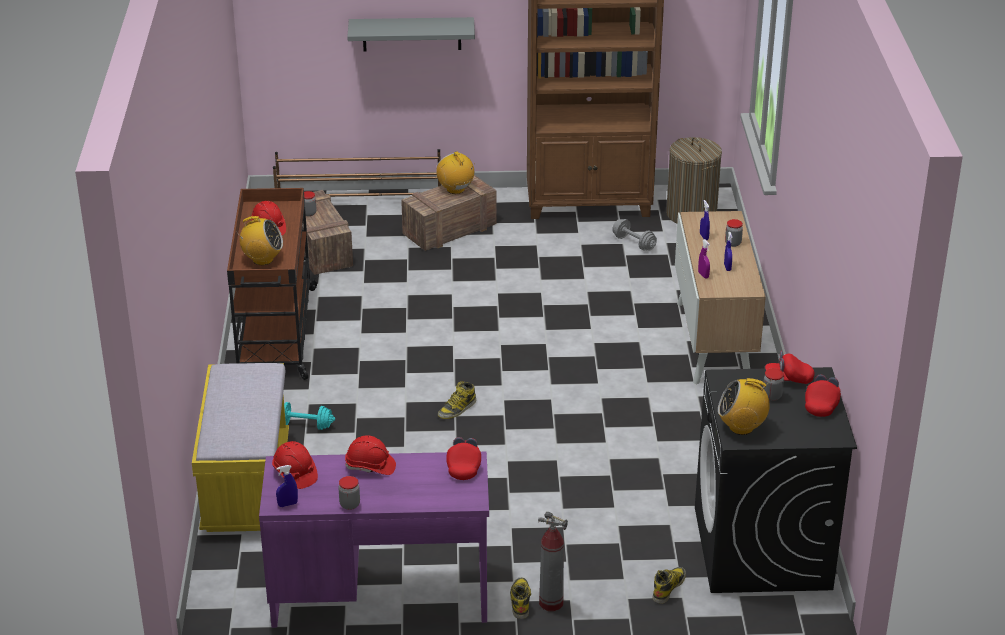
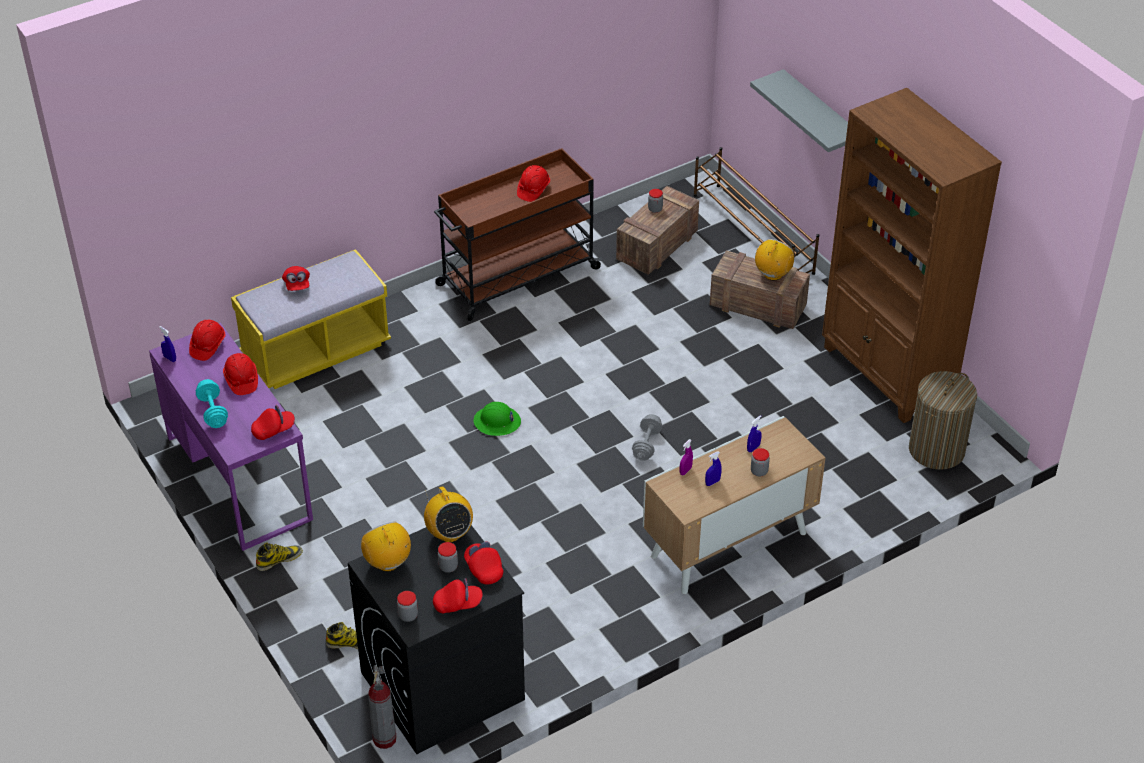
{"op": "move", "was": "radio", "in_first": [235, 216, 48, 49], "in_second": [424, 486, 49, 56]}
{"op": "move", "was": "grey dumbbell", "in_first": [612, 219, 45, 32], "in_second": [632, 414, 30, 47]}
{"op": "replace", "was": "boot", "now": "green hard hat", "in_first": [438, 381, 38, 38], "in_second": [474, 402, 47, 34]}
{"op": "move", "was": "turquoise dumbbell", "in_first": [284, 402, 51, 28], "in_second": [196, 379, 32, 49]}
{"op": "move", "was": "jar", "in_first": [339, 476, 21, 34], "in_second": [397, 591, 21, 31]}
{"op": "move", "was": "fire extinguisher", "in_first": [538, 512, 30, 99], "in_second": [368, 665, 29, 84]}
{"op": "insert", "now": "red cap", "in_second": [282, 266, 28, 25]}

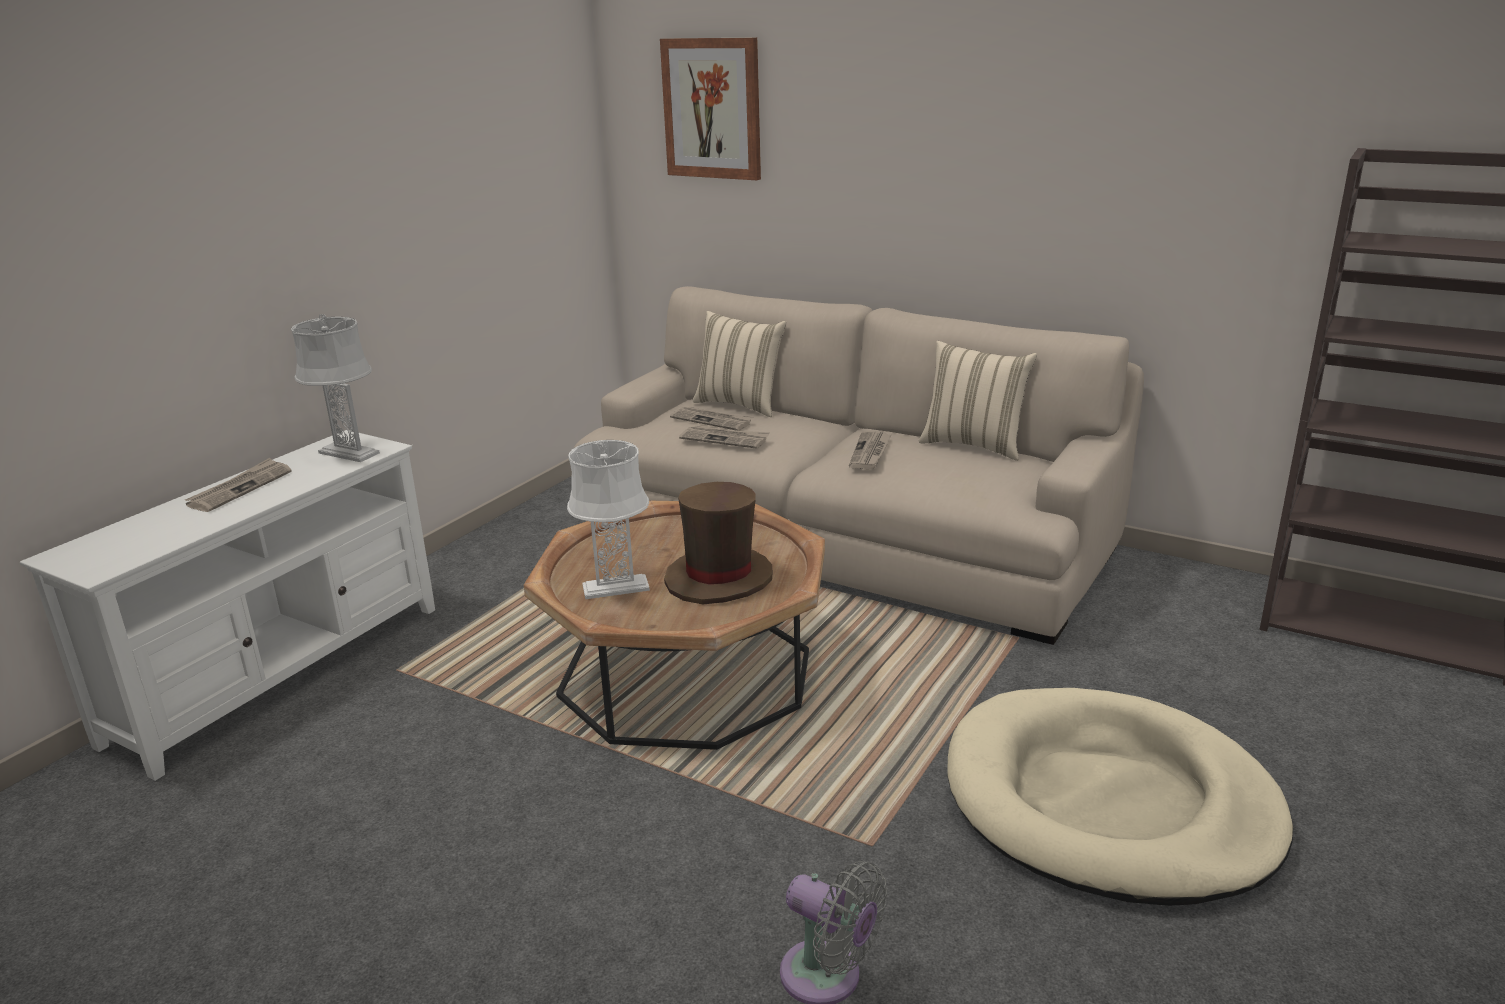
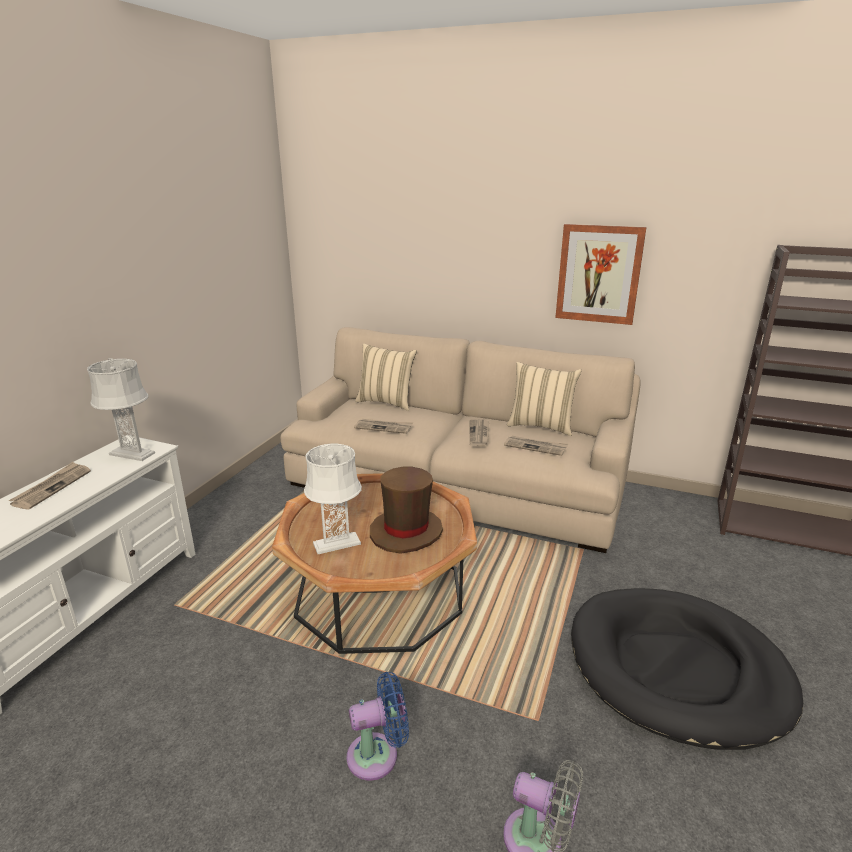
{"op": "move", "was": "picture", "in_first": [660, 37, 101, 143], "in_second": [555, 224, 92, 101]}
{"op": "move", "was": "newspaper", "in_first": [670, 406, 84, 25], "in_second": [504, 436, 64, 20]}
{"op": "recolor", "was": "beige dog bed", "now": "black dog bed", "in_first": [947, 688, 346, 218], "in_second": [571, 588, 232, 162]}
{"op": "insert", "now": "blue fan", "in_second": [346, 672, 63, 109]}

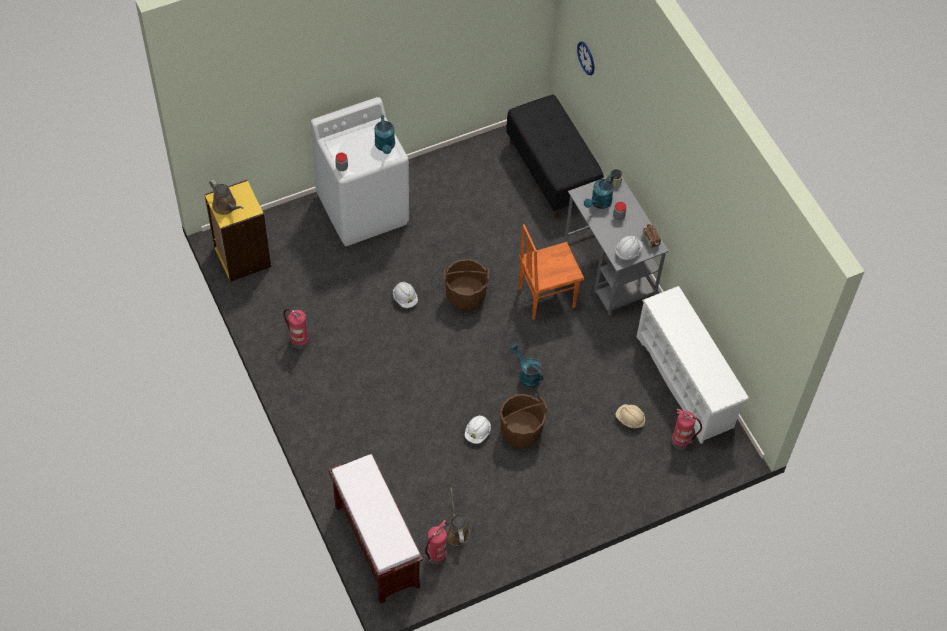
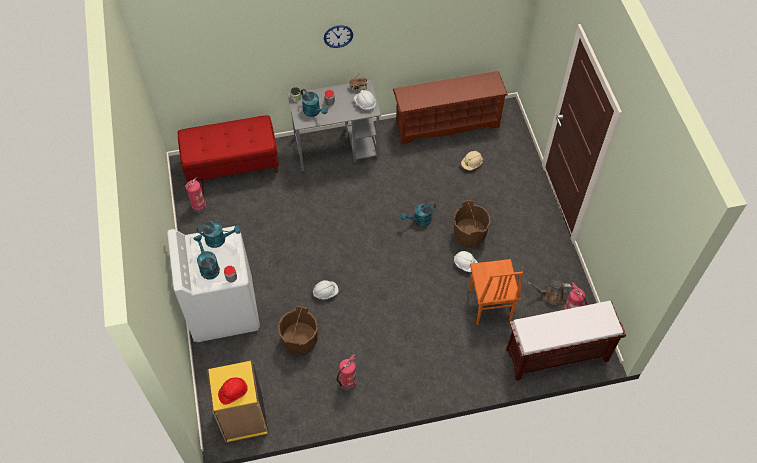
{"op": "move", "was": "wall clock", "in_first": [577, 42, 17, 33], "in_second": [324, 25, 29, 23]}
{"op": "recolor", "was": "black bench", "now": "red bench", "in_first": [506, 95, 98, 123], "in_second": [178, 115, 101, 68]}
{"op": "replace", "was": "brown watering can", "now": "red hard hat", "in_first": [209, 180, 34, 35], "in_second": [218, 377, 30, 28]}
{"op": "move", "was": "orange chair", "in_first": [519, 224, 65, 96], "in_second": [469, 259, 54, 66]}
{"op": "move", "was": "brown bucket", "in_first": [444, 259, 45, 52], "in_second": [278, 306, 40, 49]}
{"op": "recolor", "was": "white shoe rack", "now": "brown shoe rack", "in_first": [636, 286, 113, 158], "in_second": [393, 71, 115, 74]}
{"op": "move", "was": "fire extinguisher", "in_first": [671, 408, 31, 42], "in_second": [184, 177, 22, 36]}
{"op": "insert", "now": "turquoise watering can", "in_second": [194, 235, 26, 44]}

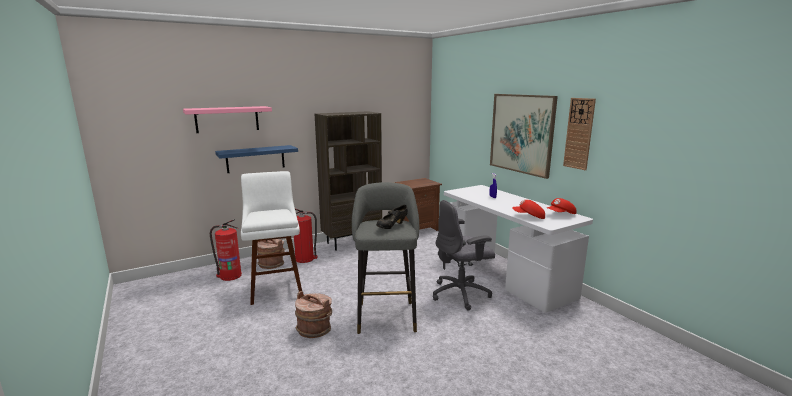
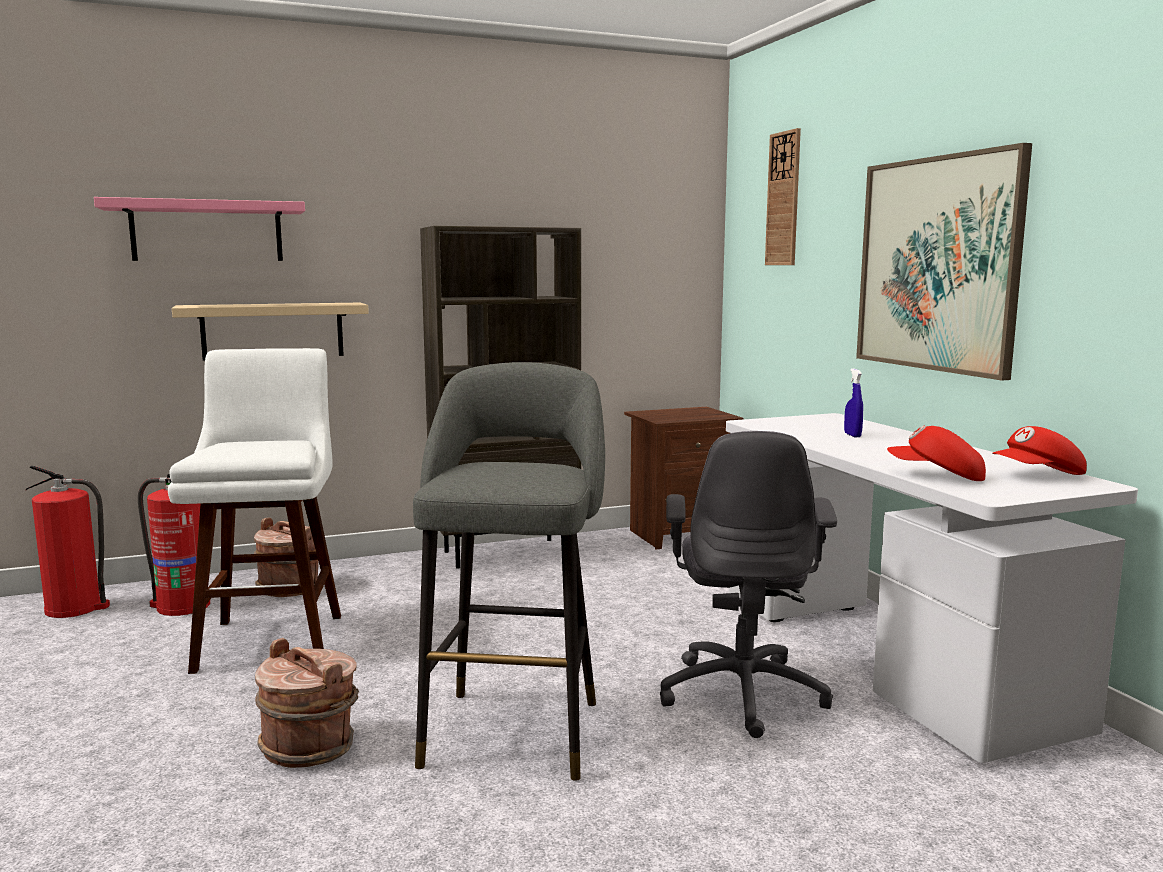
{"op": "move", "was": "wall clock", "in_first": [563, 98, 33, 72], "in_second": [765, 128, 36, 137]}
{"op": "recolor", "was": "blue shelf", "now": "beige shelf", "in_first": [215, 145, 83, 28], "in_second": [172, 303, 197, 58]}
{"op": "rotate", "was": "grey office chair", "in_first": [433, 200, 62, 110], "in_second": [660, 431, 177, 307], "clockwise": -75}
{"op": "delete", "was": "black shoe", "in_first": [376, 205, 32, 24]}
{"op": "move", "was": "fire extinguisher", "in_first": [294, 209, 23, 54], "in_second": [26, 466, 84, 152]}

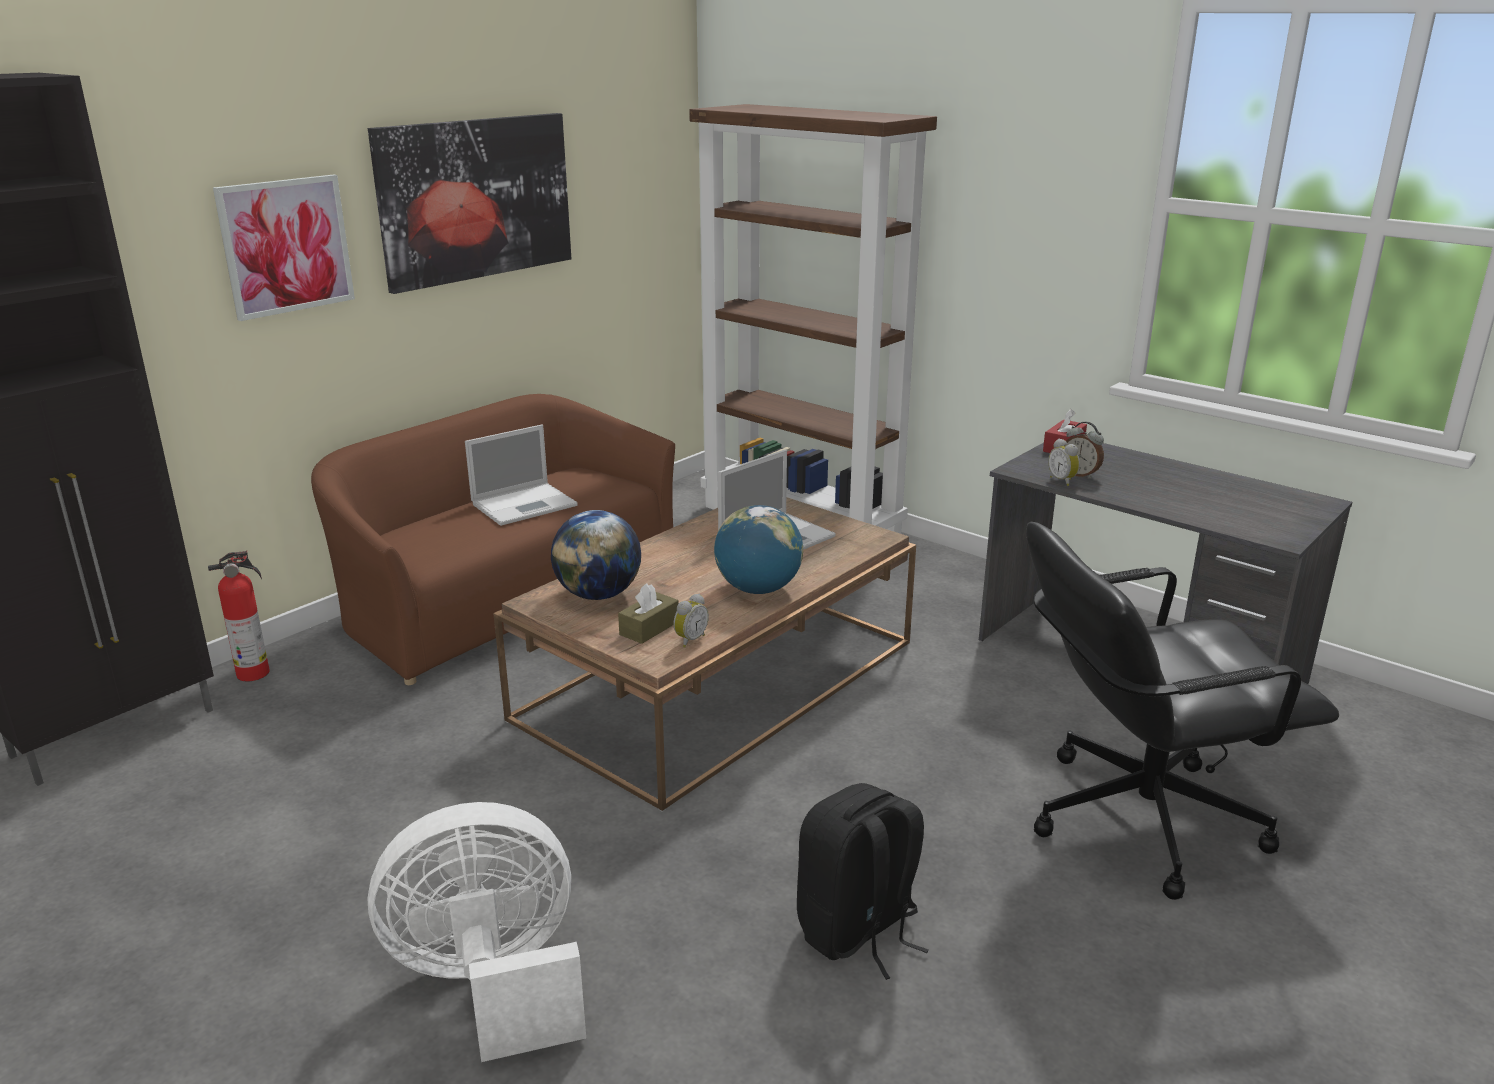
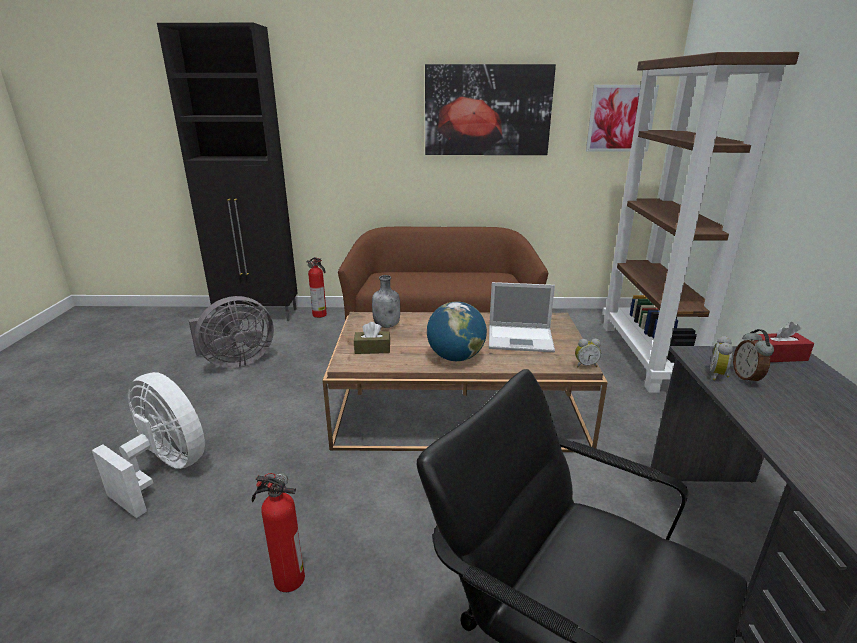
{"op": "move", "was": "picture", "in_first": [213, 174, 142, 147], "in_second": [586, 85, 73, 67]}
{"op": "delete", "was": "laptop", "in_first": [465, 425, 113, 101]}
{"op": "replace", "was": "globe", "now": "grey bottle", "in_first": [551, 510, 90, 90], "in_second": [372, 275, 28, 53]}
{"op": "move", "was": "alarm clock", "in_first": [673, 594, 36, 53], "in_second": [575, 339, 26, 28]}
{"op": "replace", "was": "black backpack", "now": "fire extinguisher", "in_first": [797, 783, 132, 197], "in_second": [252, 473, 53, 119]}
{"op": "insert", "now": "grey fan", "in_second": [188, 296, 86, 73]}

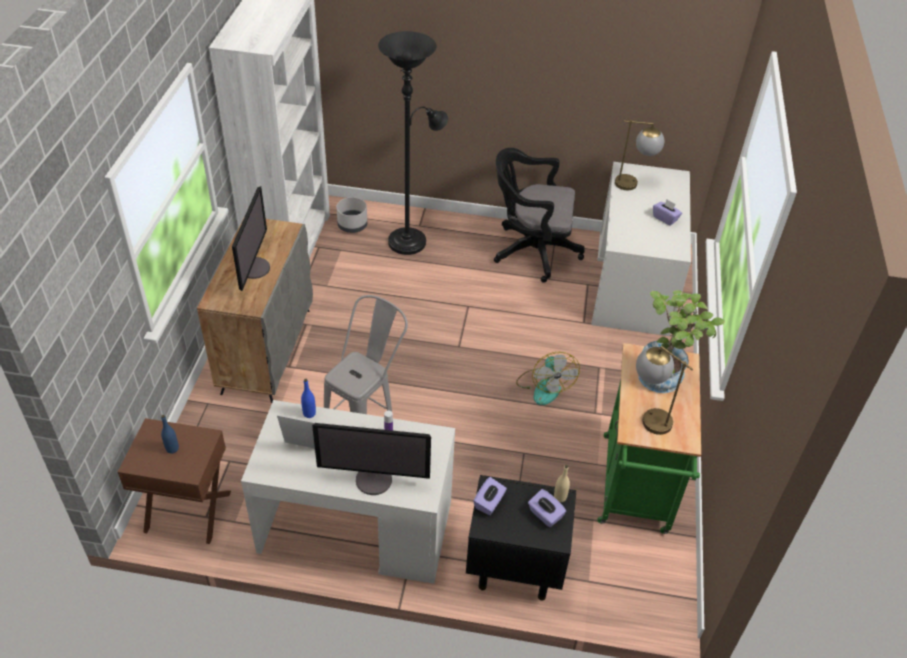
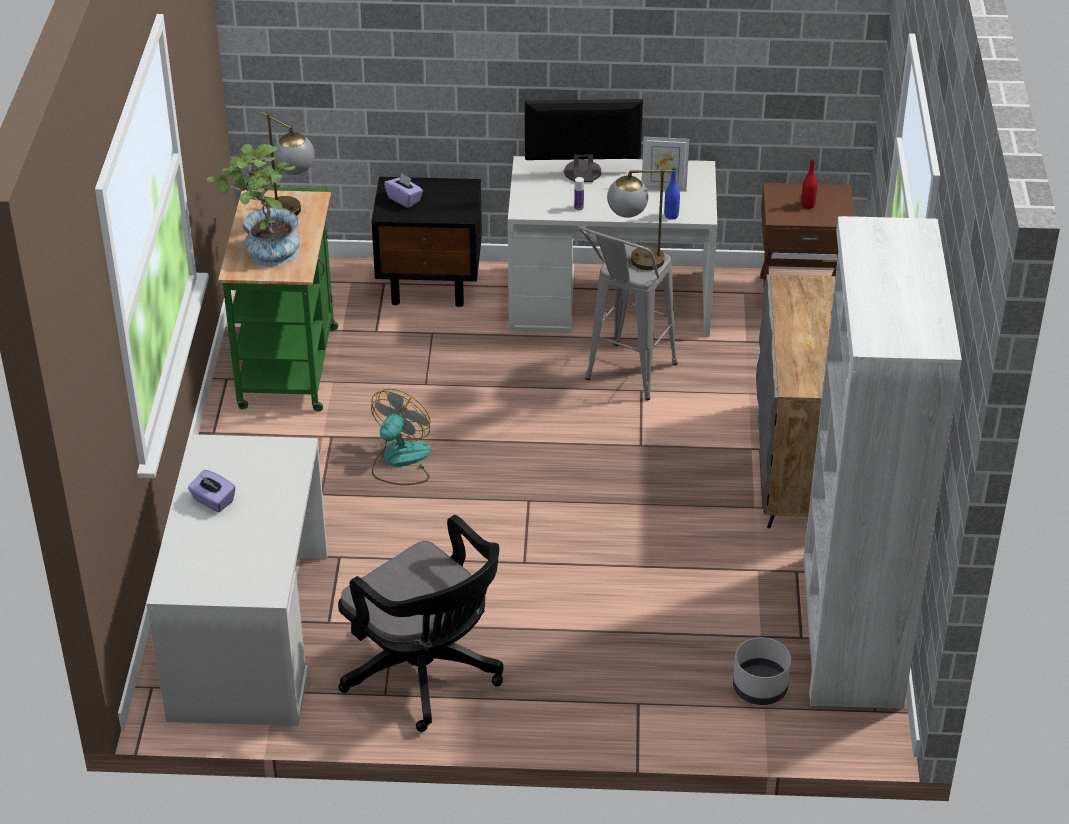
{"op": "delete", "was": "black floor lamp", "in_first": [378, 31, 70, 224]}
{"op": "move", "was": "table lamp", "in_first": [615, 120, 49, 70], "in_second": [607, 169, 66, 101]}
{"op": "rotate", "was": "black office chair", "in_first": [494, 148, 91, 135], "in_second": [338, 515, 165, 217], "clockwise": 45}
{"op": "delete", "was": "monitor", "in_first": [232, 186, 38, 105]}
{"op": "rotate", "was": "fan", "in_first": [516, 352, 64, 53], "in_second": [371, 389, 60, 96], "clockwise": 45}
{"op": "recolor", "was": "blue bottle", "now": "red bottle", "in_first": [161, 415, 18, 39], "in_second": [801, 158, 16, 51]}
{"op": "delete", "was": "beige bottle", "in_first": [554, 465, 16, 37]}
{"op": "delete", "was": "purple tissue box", "in_first": [473, 477, 34, 38]}

